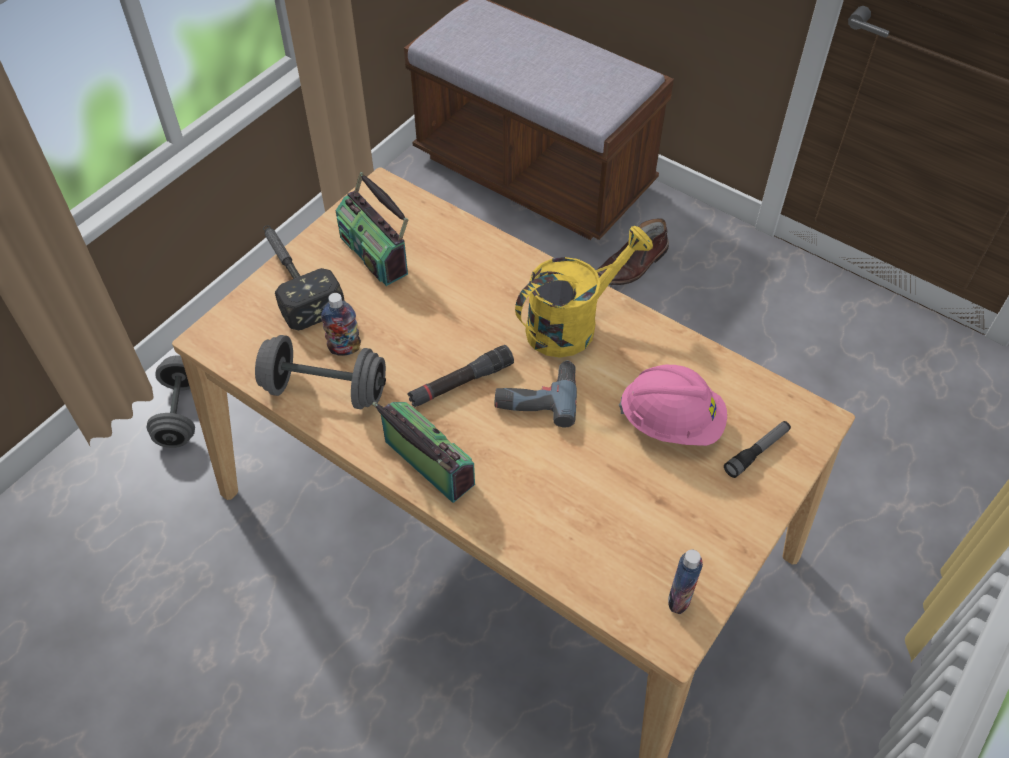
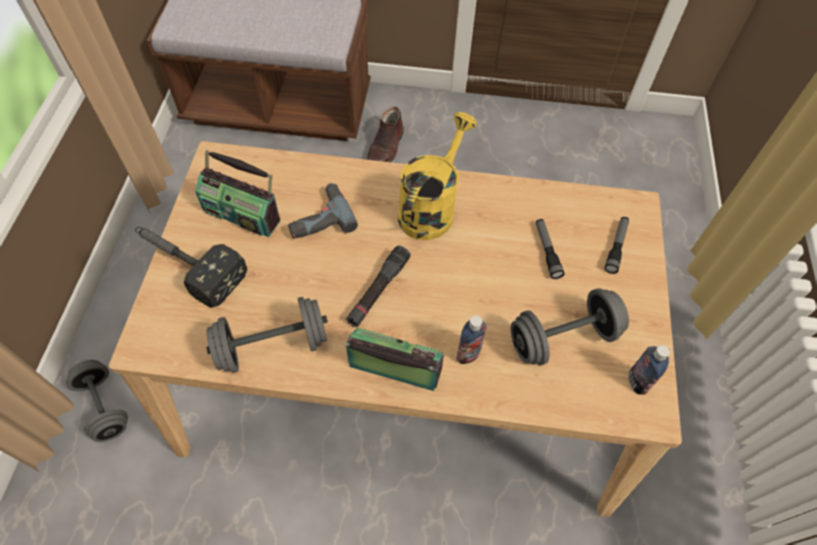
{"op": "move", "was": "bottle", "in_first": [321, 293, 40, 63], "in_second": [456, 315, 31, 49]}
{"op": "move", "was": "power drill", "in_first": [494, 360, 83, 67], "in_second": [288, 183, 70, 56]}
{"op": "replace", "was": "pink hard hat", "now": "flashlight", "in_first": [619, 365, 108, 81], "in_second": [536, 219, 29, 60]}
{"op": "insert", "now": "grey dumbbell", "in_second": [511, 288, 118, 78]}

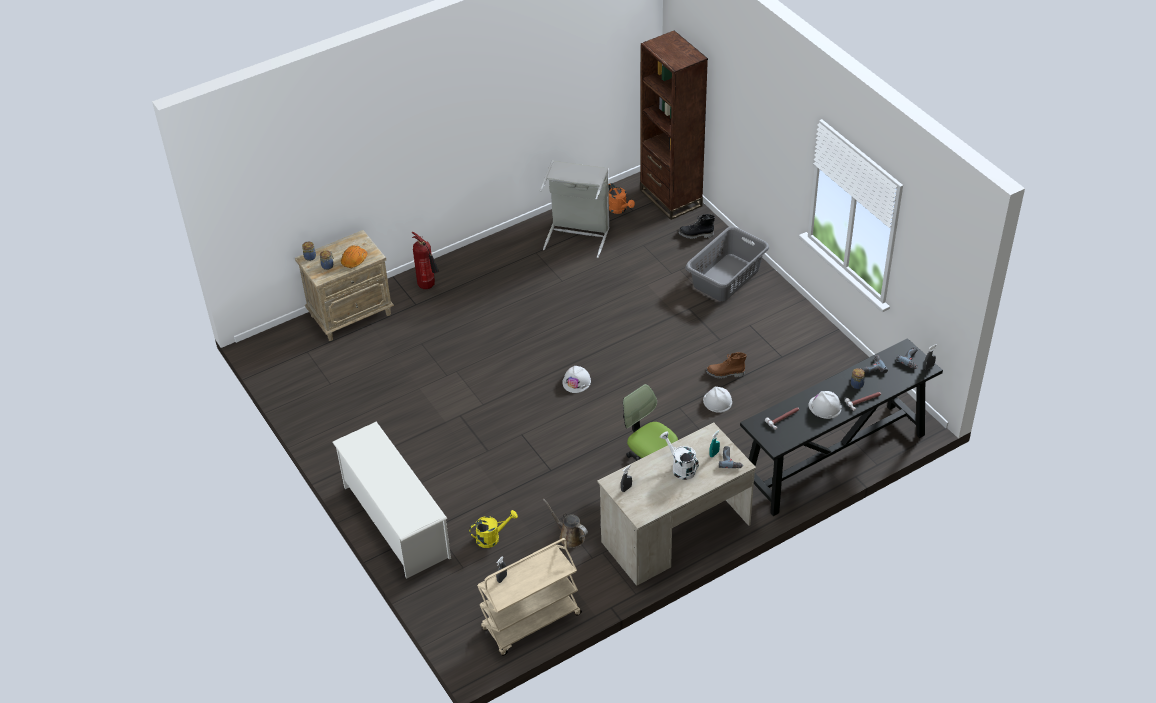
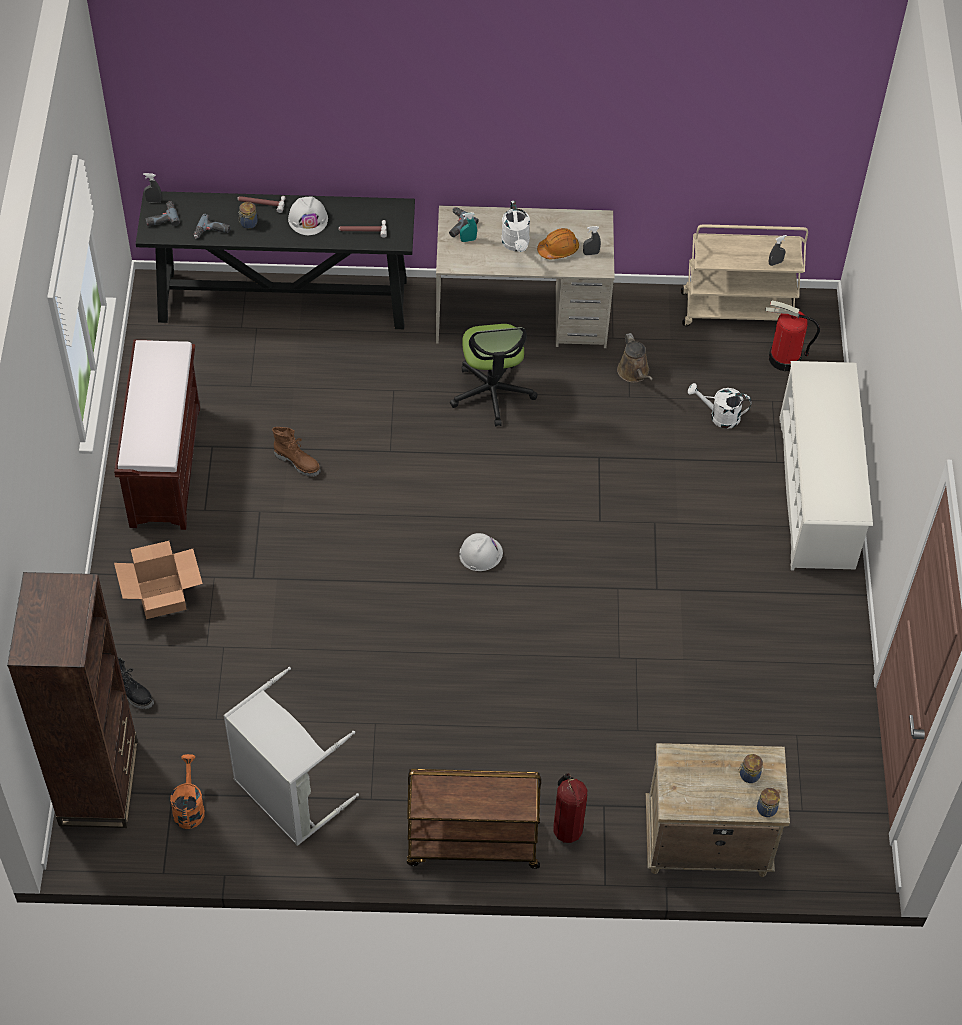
{"op": "replace", "was": "grey laundry basket", "now": "cardboard box", "in_first": [685, 226, 84, 75], "in_second": [114, 541, 89, 78]}
{"op": "move", "was": "orange hard hat", "in_first": [341, 245, 26, 23], "in_second": [537, 228, 42, 31]}
{"op": "delete", "was": "white hard hat", "in_first": [703, 386, 29, 27]}
{"op": "recolor", "was": "yellow watering can", "now": "white watering can", "in_first": [469, 510, 49, 38], "in_second": [688, 383, 64, 46]}
{"op": "insert", "now": "fire extinguisher", "in_second": [765, 300, 55, 71]}
{"op": "insert", "now": "brown bench", "in_second": [114, 340, 86, 190]}
{"op": "insert", "now": "brown cart", "in_second": [407, 769, 134, 100]}

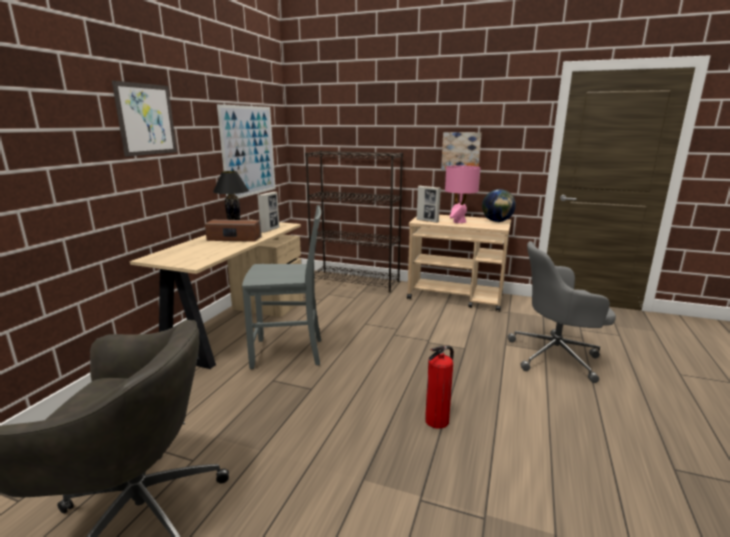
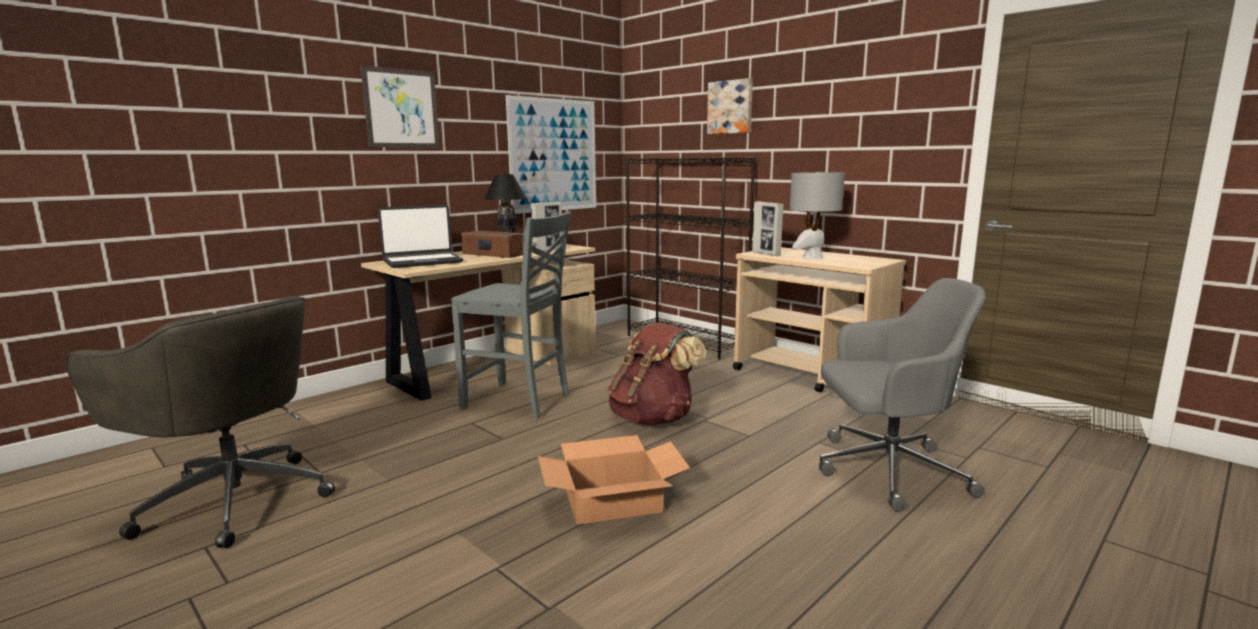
{"op": "move", "was": "picture", "in_first": [441, 132, 41, 38], "in_second": [707, 78, 46, 56]}
{"op": "recolor", "was": "pink table lamp", "now": "grey table lamp", "in_first": [445, 165, 36, 58], "in_second": [790, 172, 55, 87]}
{"op": "delete", "was": "globe", "in_first": [482, 189, 34, 33]}
{"op": "rotate", "was": "grey office chair", "in_first": [507, 241, 109, 142], "in_second": [819, 278, 167, 234], "clockwise": 150}
{"op": "replace", "was": "fire extinguisher", "now": "cardboard box", "in_first": [425, 346, 29, 83], "in_second": [538, 435, 152, 90]}
{"op": "insert", "now": "laptop", "in_second": [378, 205, 85, 63]}
{"op": "insert", "now": "brown backpack", "in_second": [607, 322, 100, 103]}

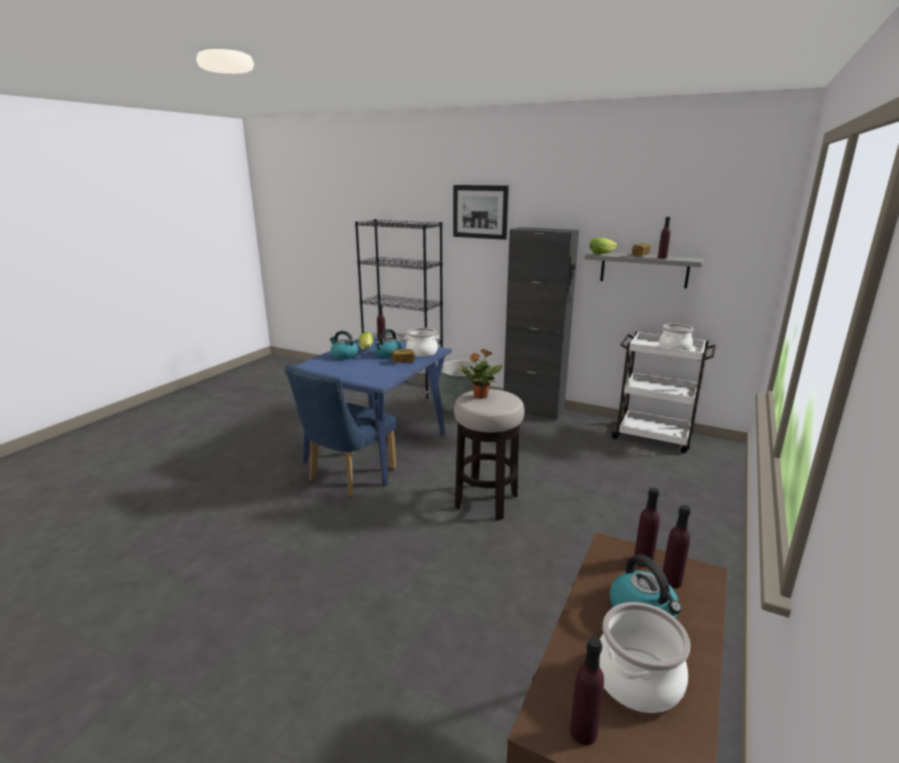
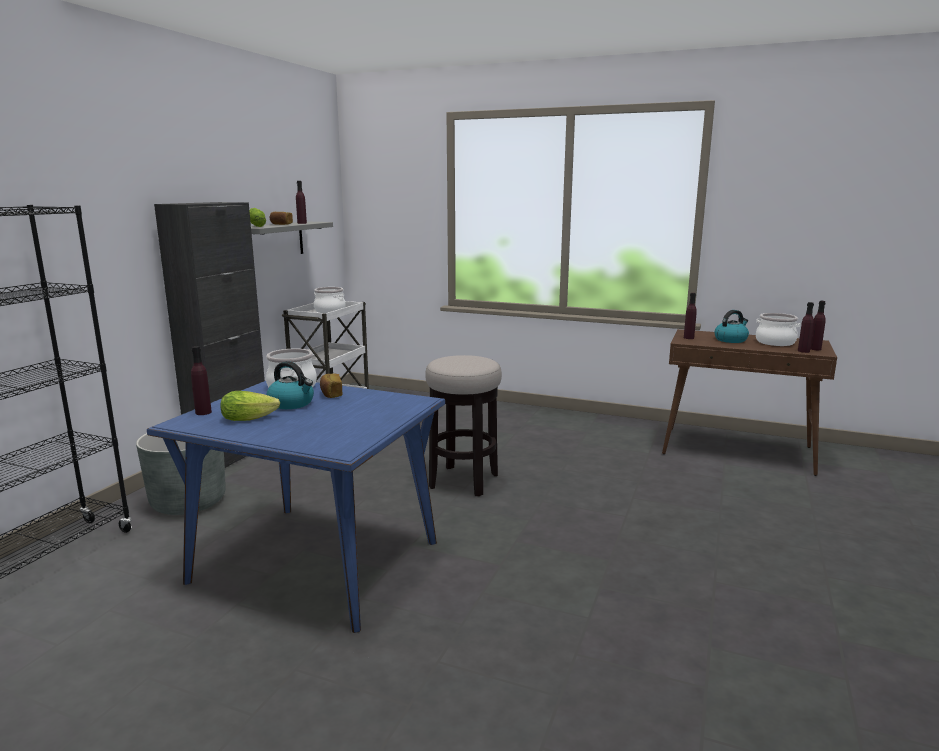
{"op": "delete", "was": "picture", "in_first": [453, 185, 56, 55]}
{"op": "delete", "was": "kettle", "in_first": [329, 331, 29, 29]}
{"op": "delete", "was": "potted plant", "in_first": [458, 349, 45, 50]}
{"op": "delete", "was": "blue chair", "in_first": [285, 364, 111, 132]}
{"op": "move", "was": "purple bottle", "in_first": [663, 505, 28, 83], "in_second": [798, 302, 16, 51]}

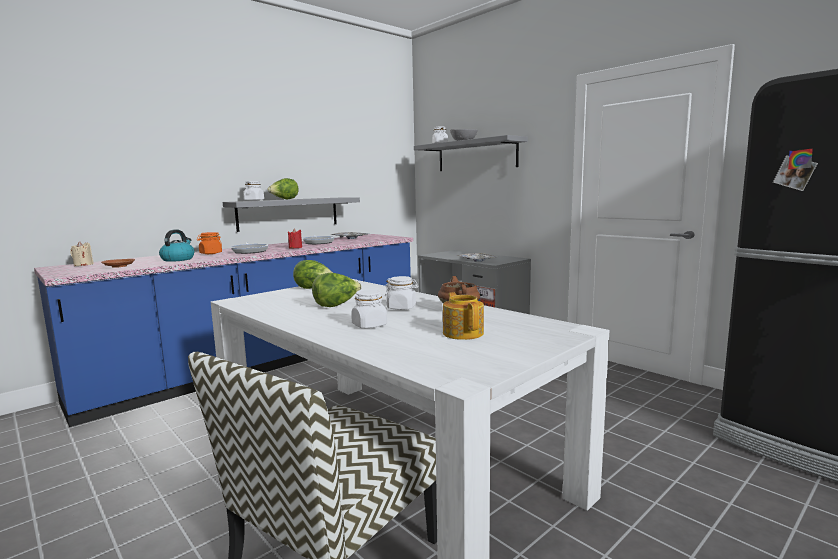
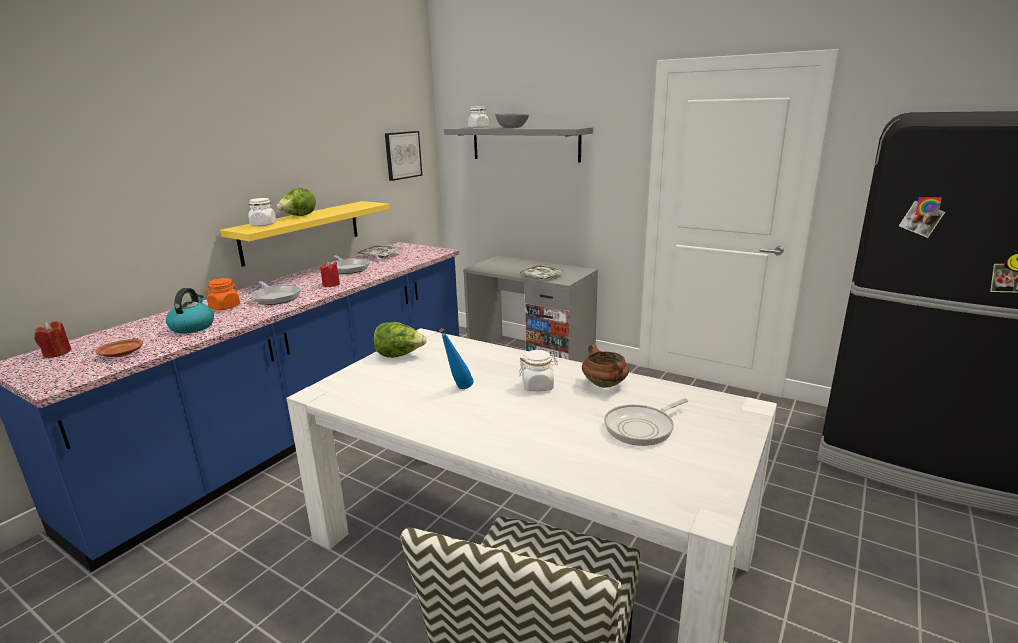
{"op": "recolor", "was": "grey shelf", "now": "yellow shelf", "in_first": [223, 197, 137, 35], "in_second": [220, 201, 170, 66]}
{"op": "recolor", "was": "beige candle", "now": "red candle", "in_first": [70, 242, 24, 24], "in_second": [35, 321, 37, 37]}
{"op": "replace", "was": "lettuce", "now": "blue bottle", "in_first": [312, 273, 50, 34], "in_second": [439, 328, 35, 61]}
{"op": "delete", "was": "white jar", "in_first": [351, 289, 36, 39]}
{"op": "replace", "was": "teapot", "now": "frying pan", "in_first": [443, 292, 41, 48], "in_second": [604, 398, 84, 48]}
{"op": "insert", "now": "picture", "in_second": [385, 131, 37, 50]}

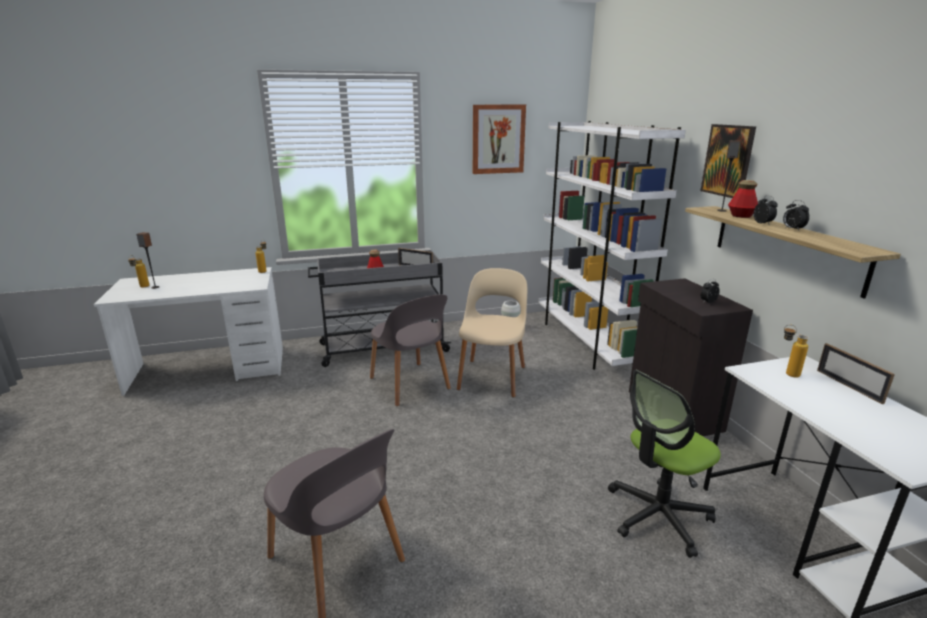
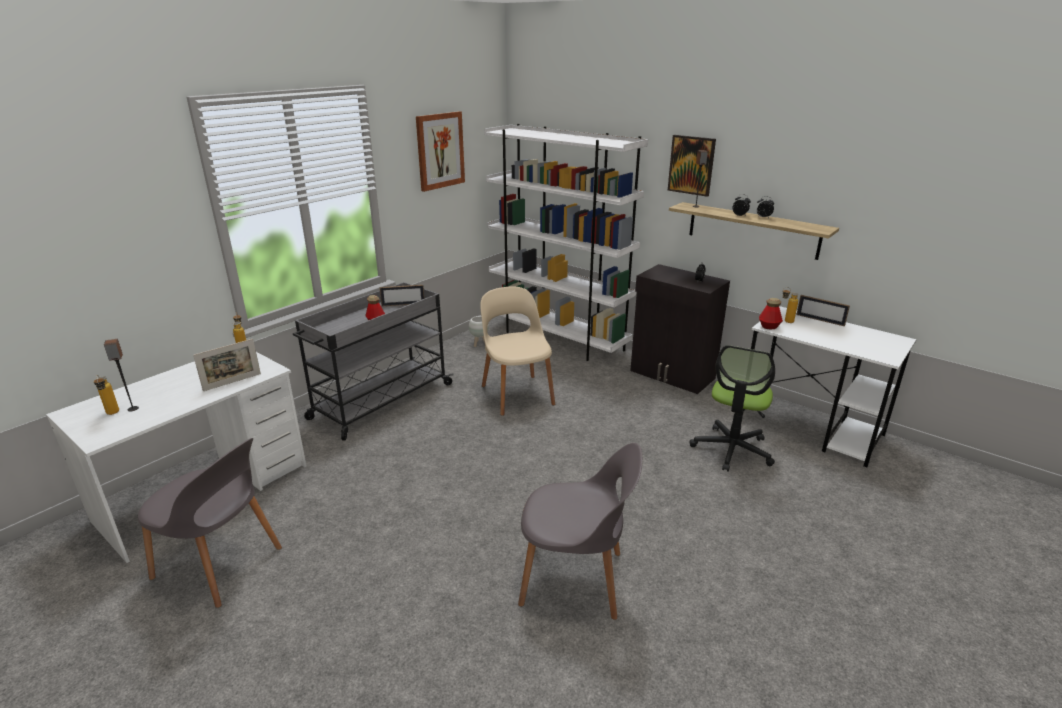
{"op": "move", "was": "bottle", "in_first": [728, 180, 30, 38], "in_second": [759, 298, 24, 32]}
{"op": "move", "was": "grey chair", "in_first": [370, 294, 81, 112], "in_second": [138, 438, 144, 170]}
{"op": "insert", "now": "picture frame", "in_second": [193, 339, 68, 52]}

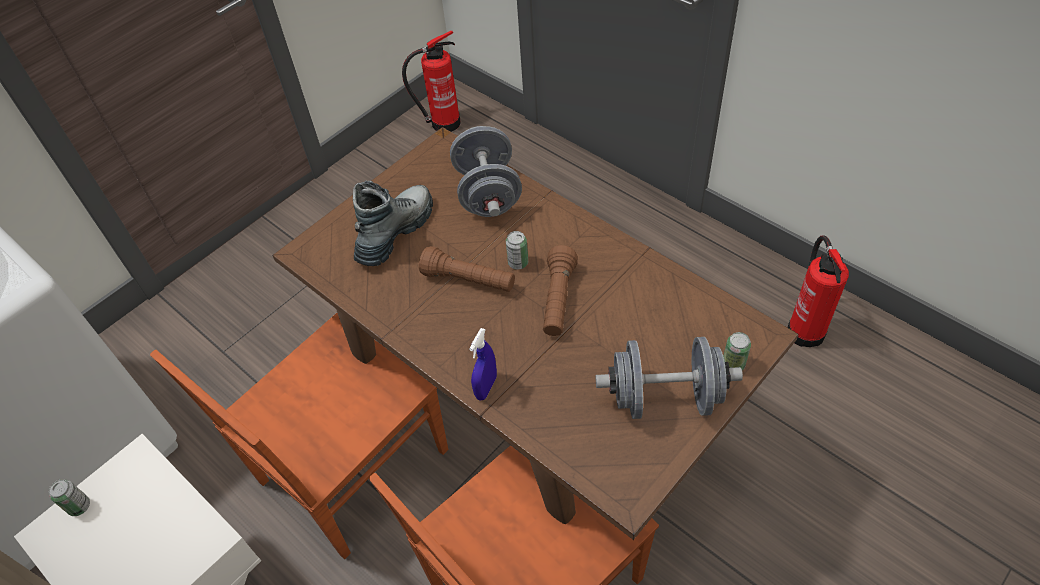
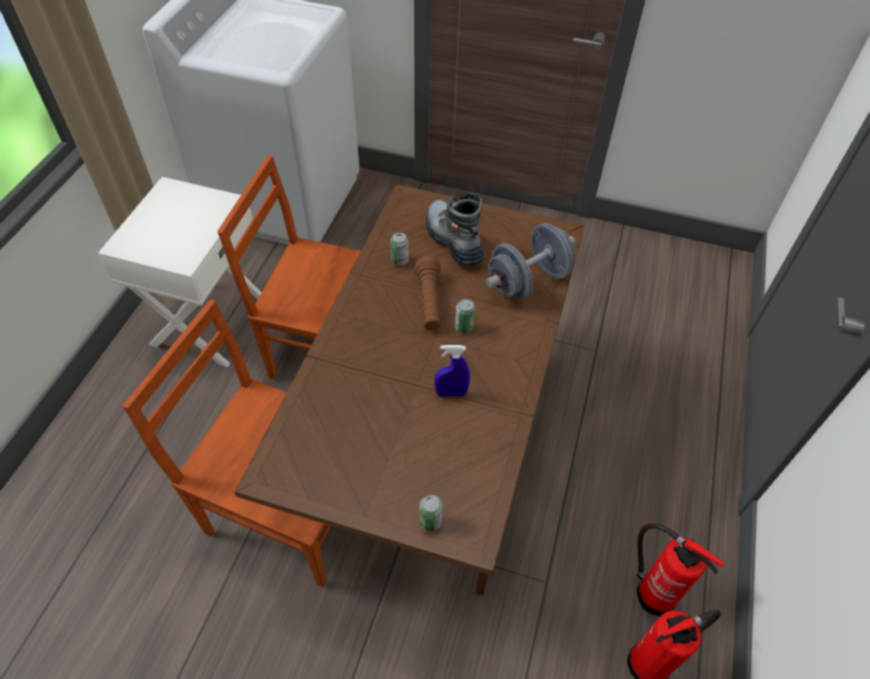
{"op": "move", "was": "fire extinguisher", "in_first": [402, 31, 59, 101], "in_second": [637, 523, 88, 93]}
{"op": "rotate", "was": "boot", "in_first": [353, 180, 80, 86], "in_second": [426, 193, 58, 74], "clockwise": -120}
{"op": "delete", "was": "brown flashlight", "in_first": [543, 245, 35, 91]}
{"op": "move", "was": "blue spray bottle", "in_first": [469, 328, 28, 72], "in_second": [434, 345, 36, 52]}
{"op": "delete", "was": "grey dumbbell", "in_first": [595, 337, 148, 82]}
{"op": "move", "was": "can", "in_first": [48, 479, 42, 37], "in_second": [390, 232, 18, 34]}

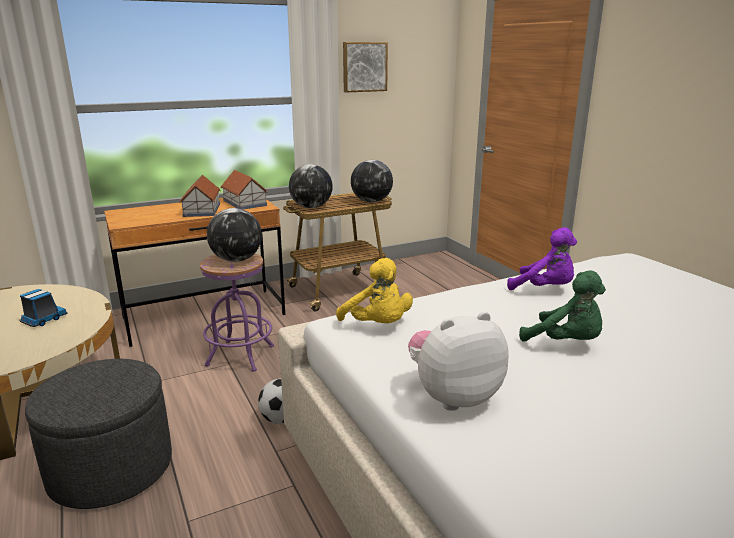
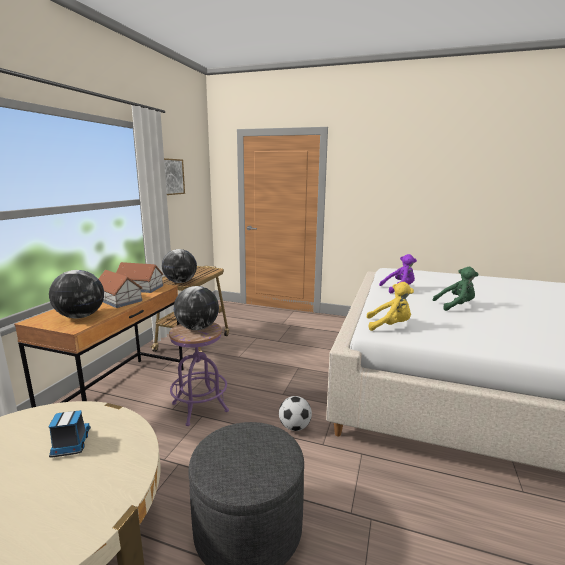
{"op": "move", "was": "globe", "in_first": [351, 160, 42, 43], "in_second": [49, 270, 55, 49]}
{"op": "delete", "was": "plush toy", "in_first": [408, 312, 100, 99]}

